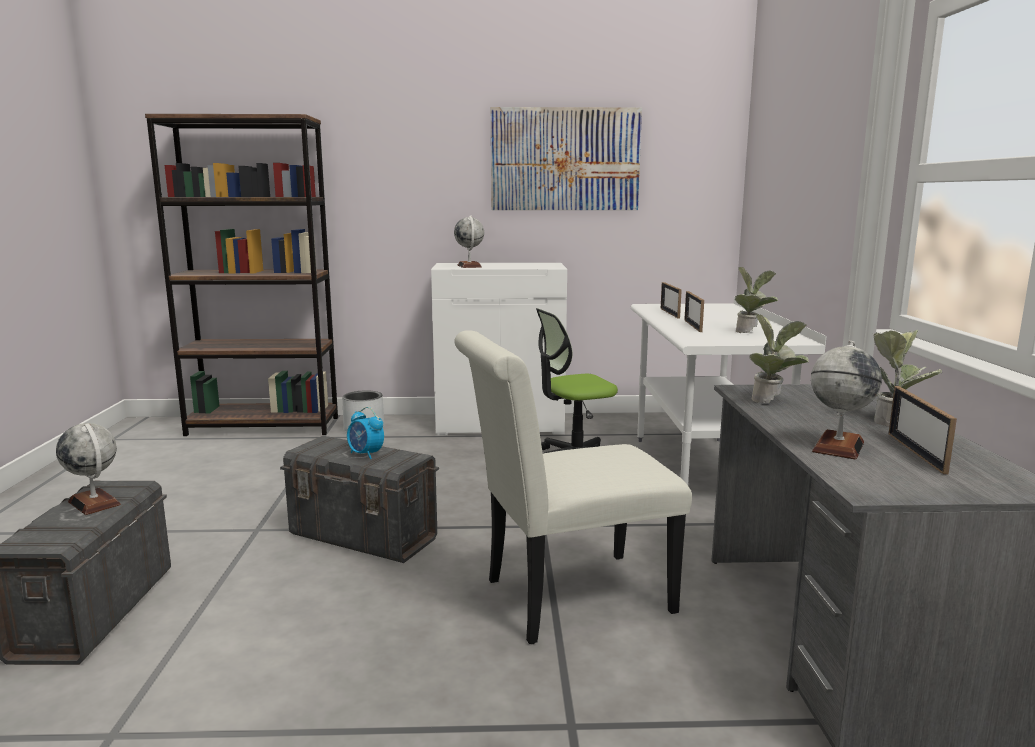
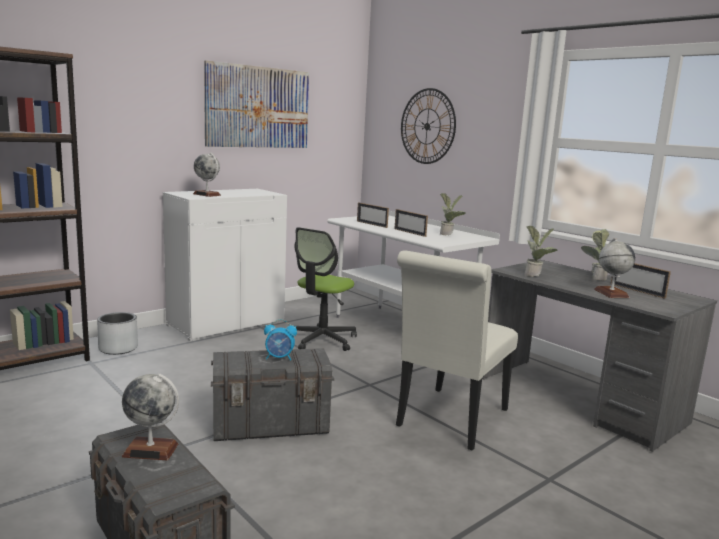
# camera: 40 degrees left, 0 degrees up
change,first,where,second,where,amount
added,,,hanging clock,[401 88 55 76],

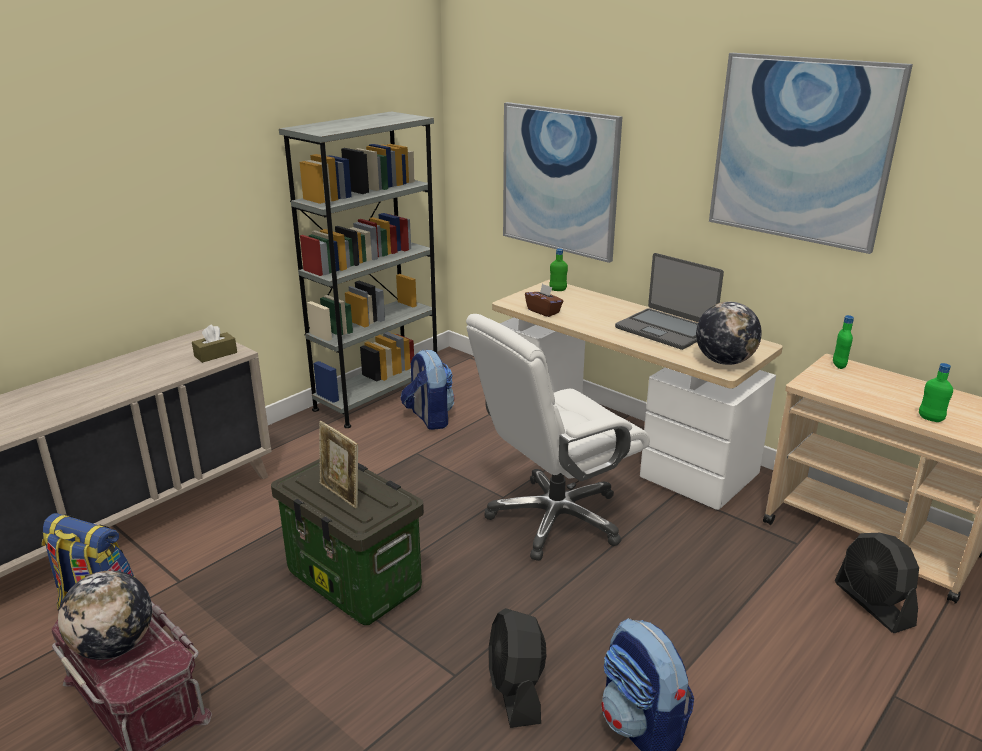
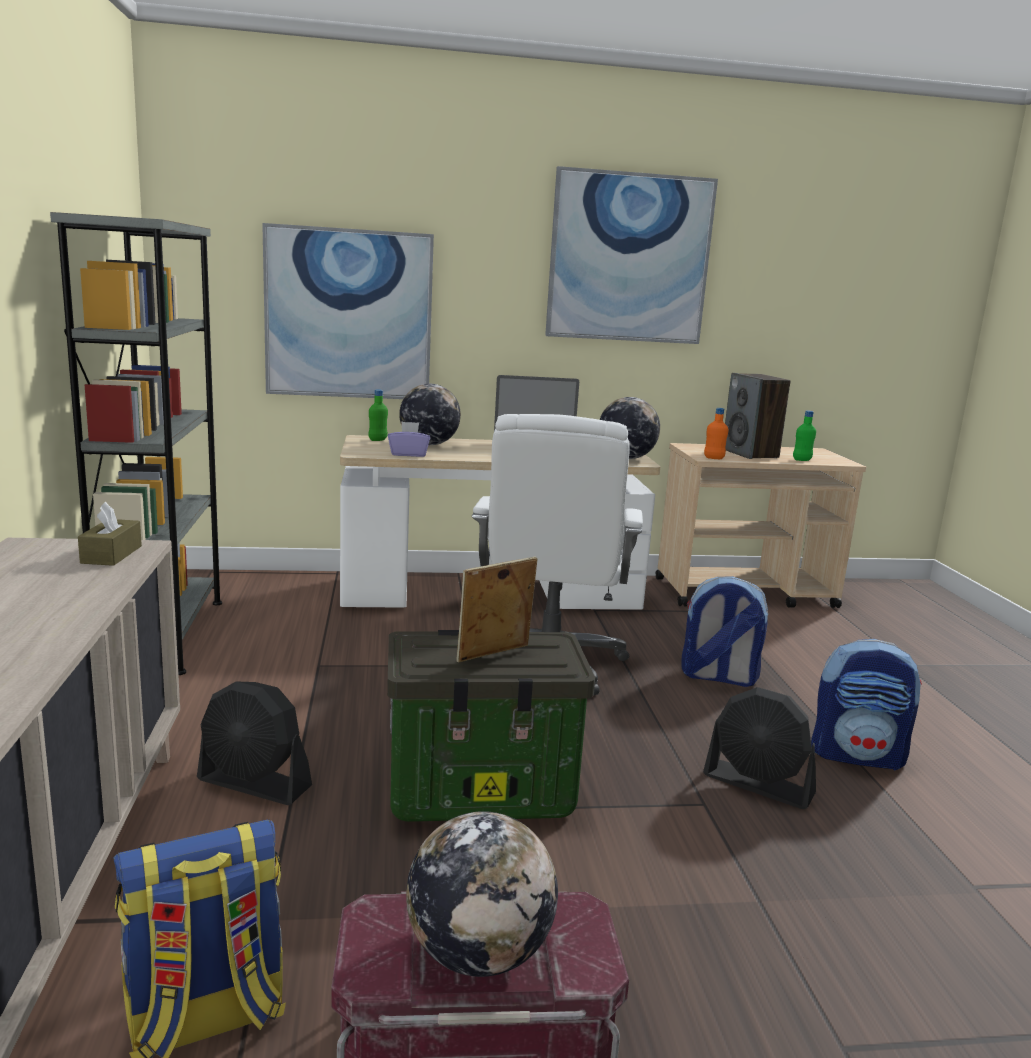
# camera: 50 degrees left, 10 degrees down
change,first,where,second,where,amount
moved,cooling fan (black-coloured),[835 533 84 100],,[197 681 115 124],
recoloured,tissue holder (brown),[525 284 38 33],tissue holder (purple-coloured),[388 422 42 35],
added,,,desk globe,[399 384 62 61],
turned,standing frame,[319 421 39 87],,[456 557 81 106],150 degrees clockwise
moved,rucksack,[401 349 53 81],,[681 576 87 111],
added,,,bottle (orange-coloured),[704 408 24 51],
added,,,speaker,[725 373 65 86],
removed,bottle (greenish),[833 315 21 54],,,

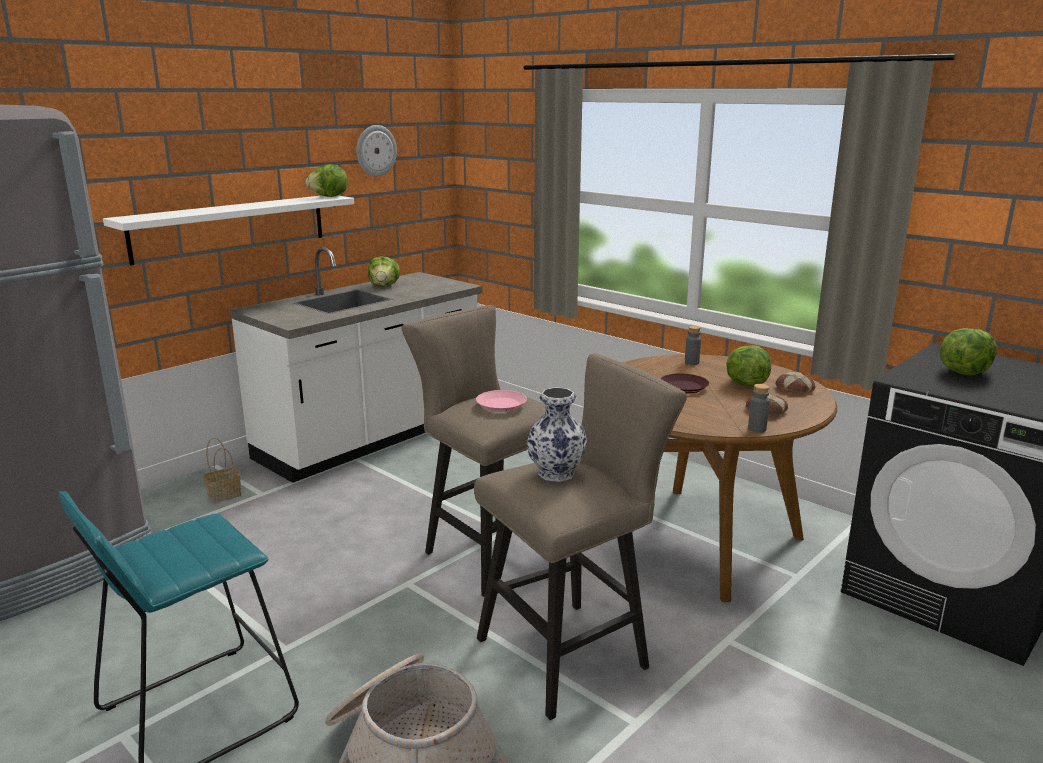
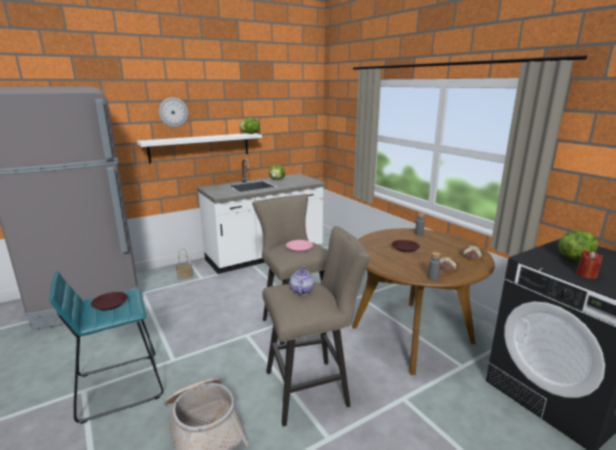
# camera: 15 degrees right, 0 degrees up
change,first,where,second,where,amount
added,,,dinner plate (brown),[91 292 37 19],
moved,hanging clock,[356 125 41 51],,[159 97 29 30],
replaced,flower vase,[527 387 60 95],teapot,[290 266 24 29],
added,,,candle (reddish),[576 250 27 29],
removed,lettuce,[726 345 45 41],,,

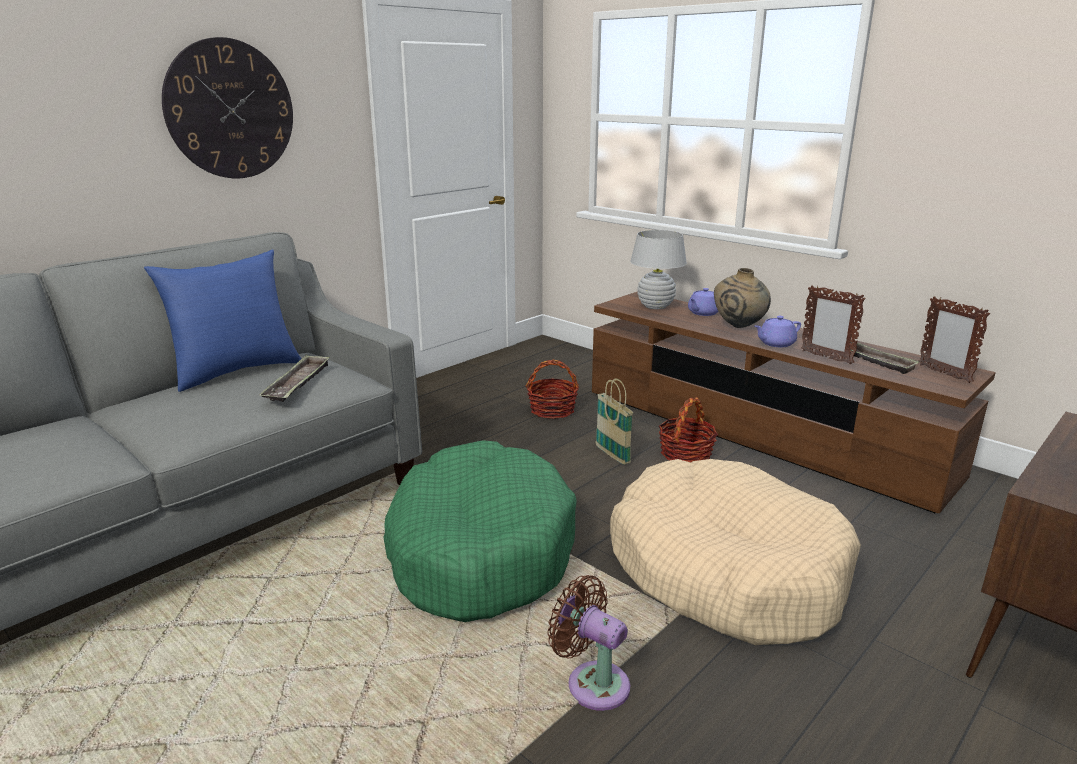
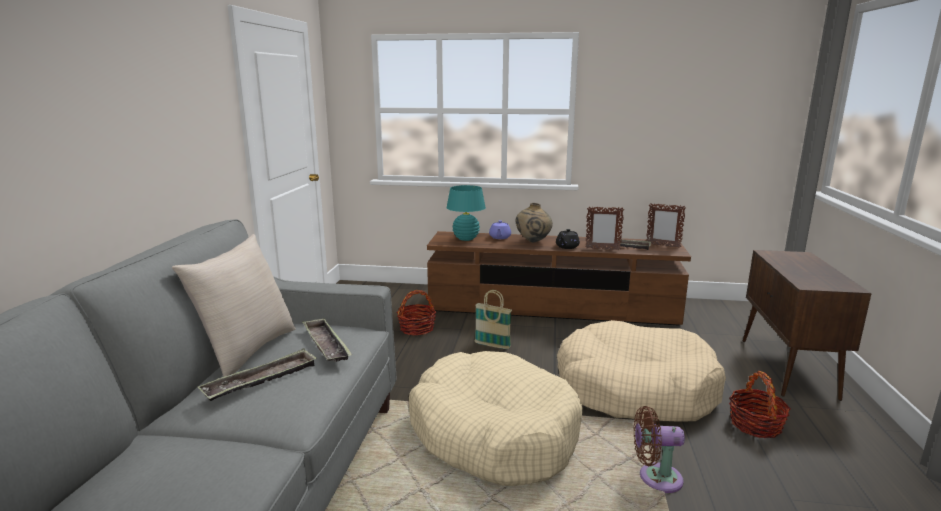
# camera: 35 degrees left, 5 degrees down
change,first,where,second,where,amount
recoloured,cushion (blue),[144 249 158 143],cushion (beige-coloured),[172 234 124 143],
added,,,carrying tray,[198 348 119 53],
recoloured,dog cushion (greenish),[383 440 194 182],dog cushion (beige-coloured),[409 351 174 135],
recoloured,lamp for a table (white),[630 230 57 79],lamp for a table (turquoise-coloured),[446 185 40 56],
recoloured,teapot (purple-coloured),[755 316 46 31],teapot (black-coloured),[556 229 24 20],
moved,storage basket,[659 397 59 66],,[729 371 62 67],
removed,hanging clock,[162 37 131 141],,,

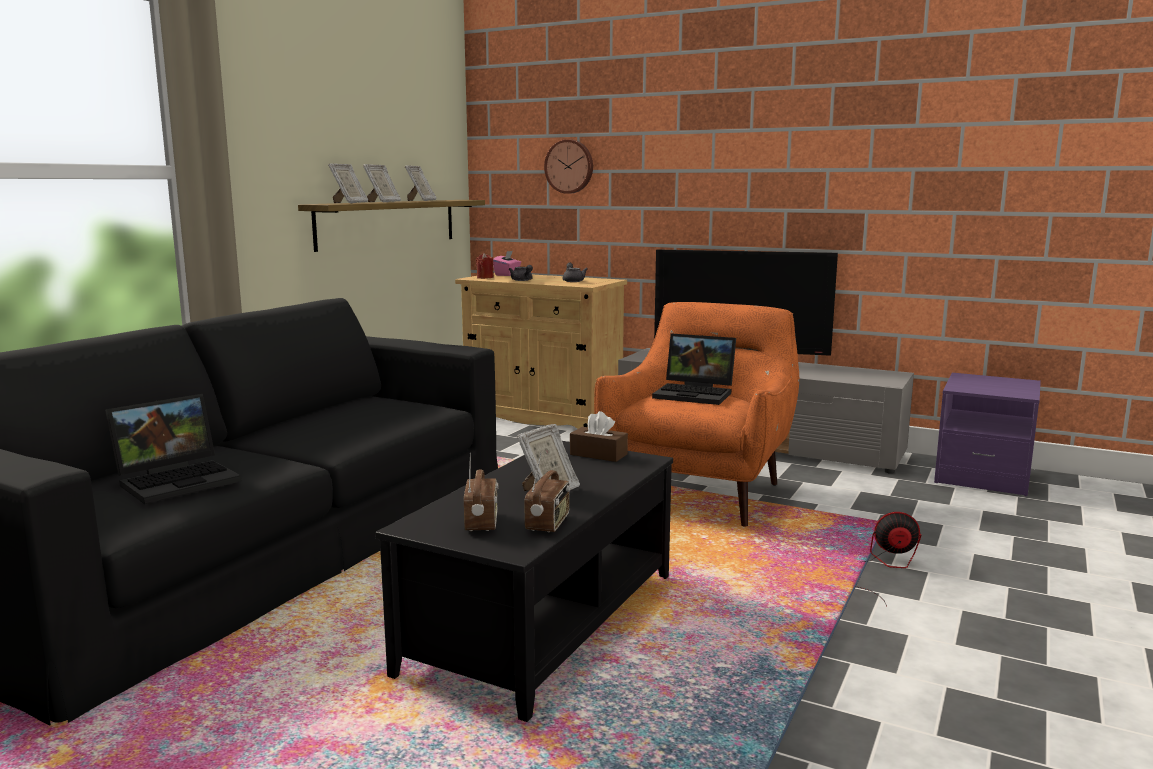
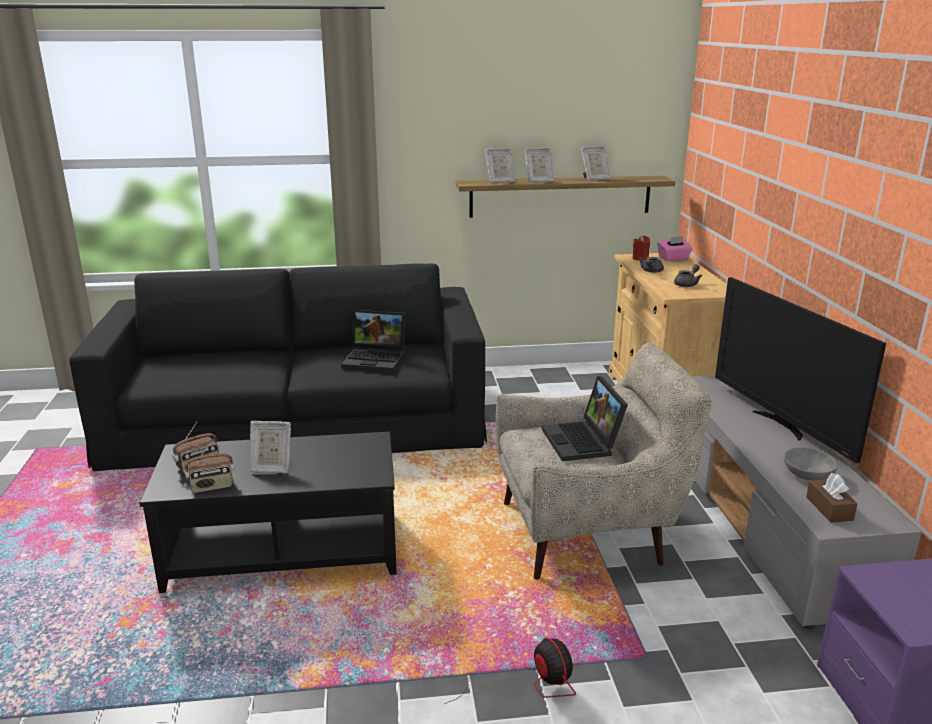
# camera: 55 degrees right, 10 degrees up
change,first,where,second,where,amount
moved,portable computer,[105 394 136 110],,[341 310 64 62],
recoloured,armchair (orange-coloured),[594 302 205 224],armchair (beige-coloured),[496 343 217 237],
added,,,deep dish (grey),[784 447 54 33],
moved,tissue holder (brown),[570 411 58 51],,[806 473 52 50],
removed,hanging clock,[544 139 49 55],,,

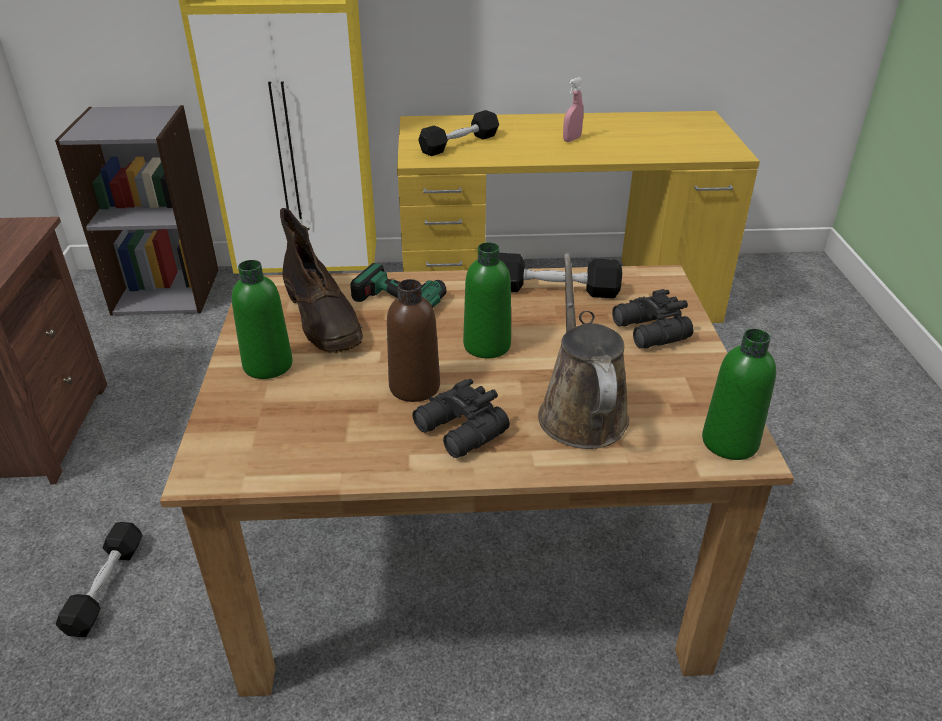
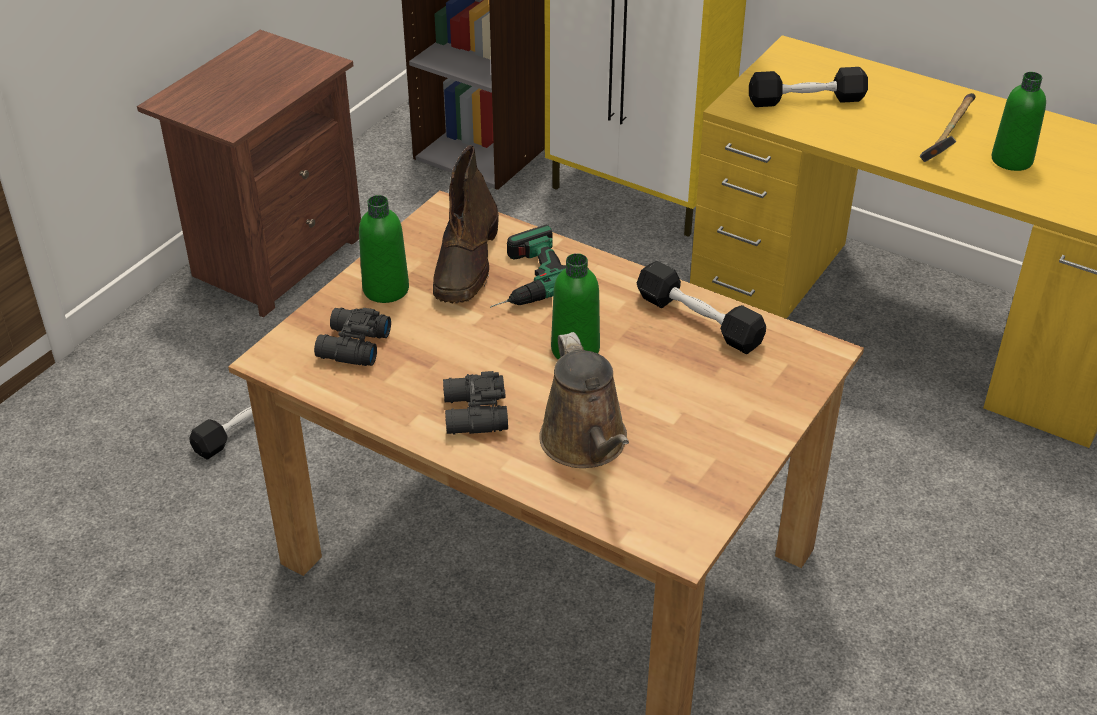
# camera: 35 degrees right, 5 degrees up
change,first,where,second,where,amount
moved,field glasses (black-coloured),[612 289 81 60],,[314 308 77 58],
turned,watering can (brown),[538 253 91 196],,[539 332 90 136],135 degrees clockwise
replaced,sprayer (pink),[563 77 21 65],hand hammer,[920 93 55 69],
moved,bottle (greenish),[702 329 74 131],,[992 72 54 99],
removed,bottle (brown),[387 279 53 123],,,

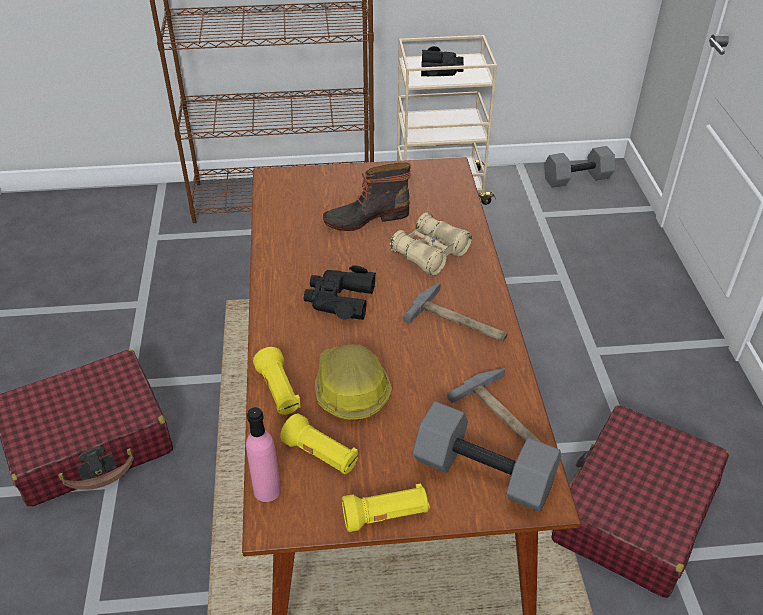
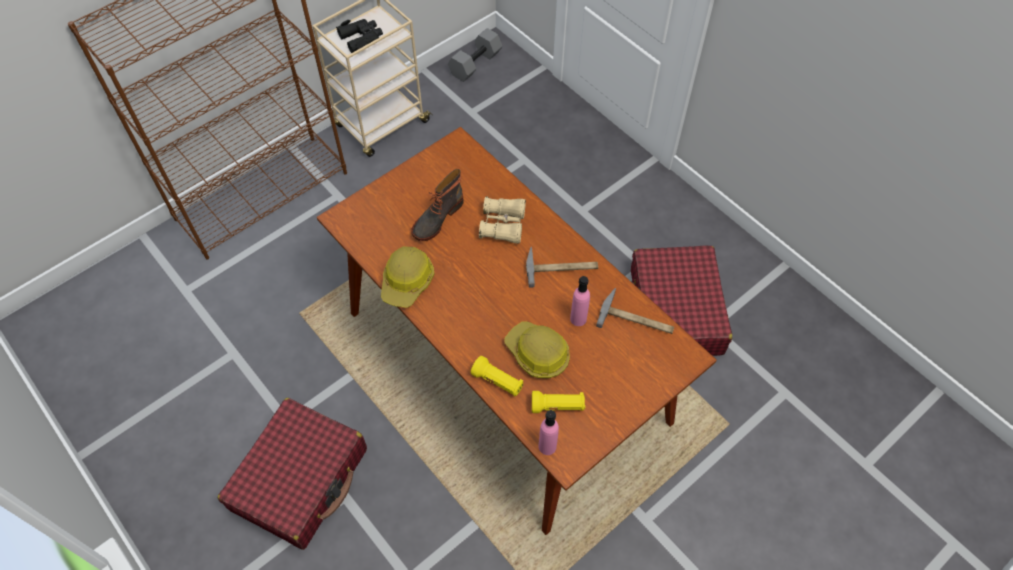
# camera: 35 degrees left, 15 degrees up
change,first,where,second,where,amount
added,,,hard hat,[381 246 54 62],
added,,,bottle (pink),[570 276 20 50],
removed,field glasses (black-coloured),[303 266 73 54],,,
removed,hand torch (yellow),[342 483 88 49],,,
removed,free weight (grey),[412 401 149 111],,,

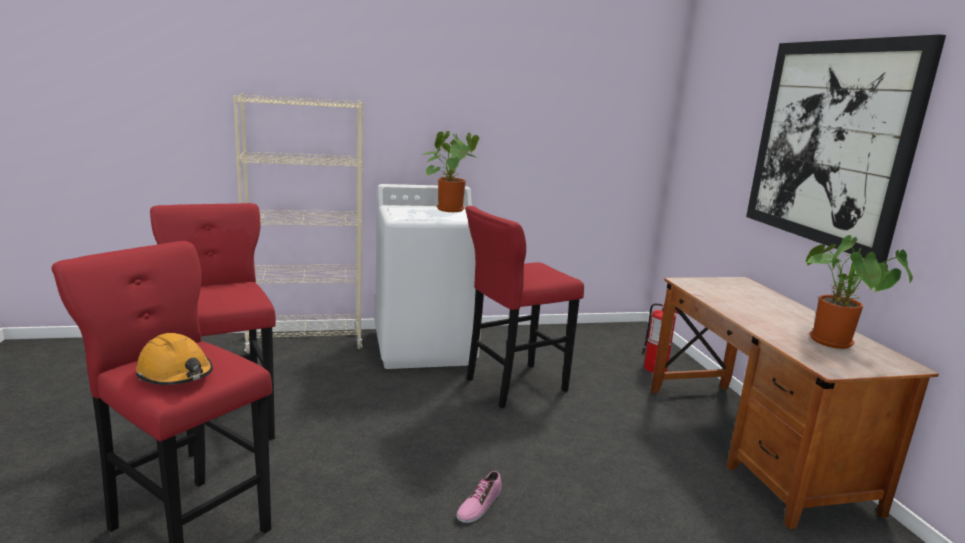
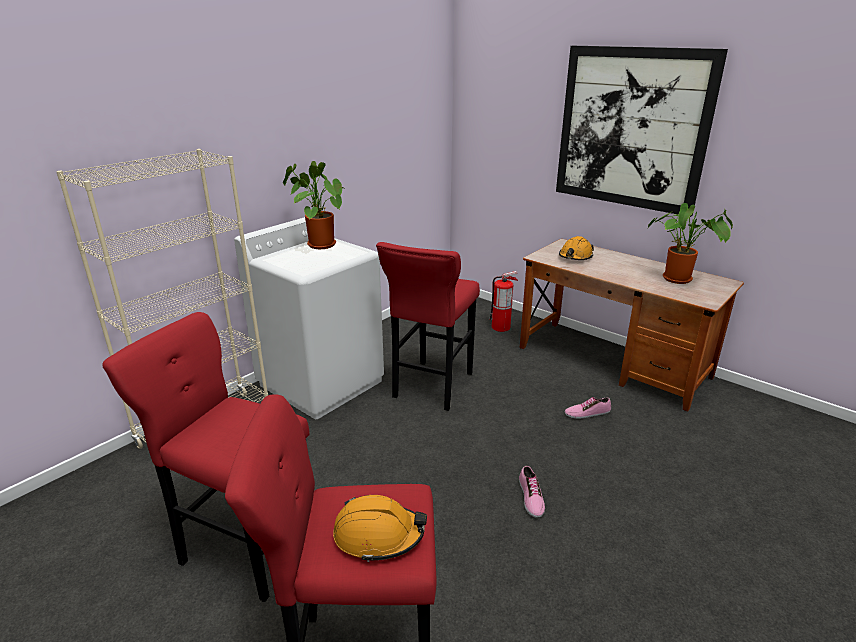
# camera: 35 degrees left, 10 degrees up
change,first,where,second,where,amount
added,,,hard hat (orange-coloured),[559 236 35 24],
added,,,item of footwear,[565 397 46 22],

